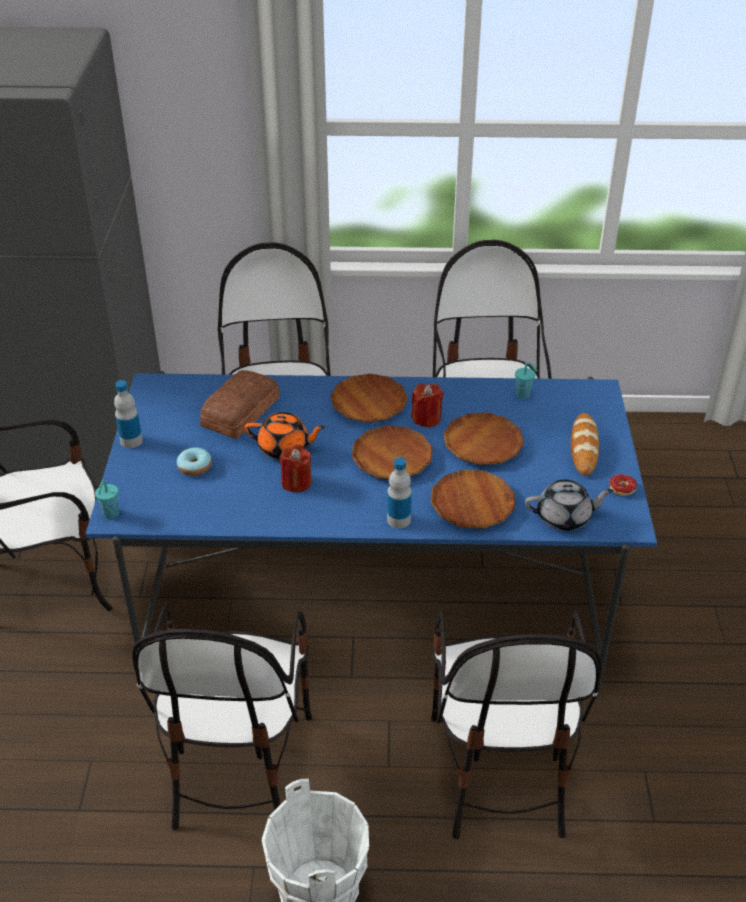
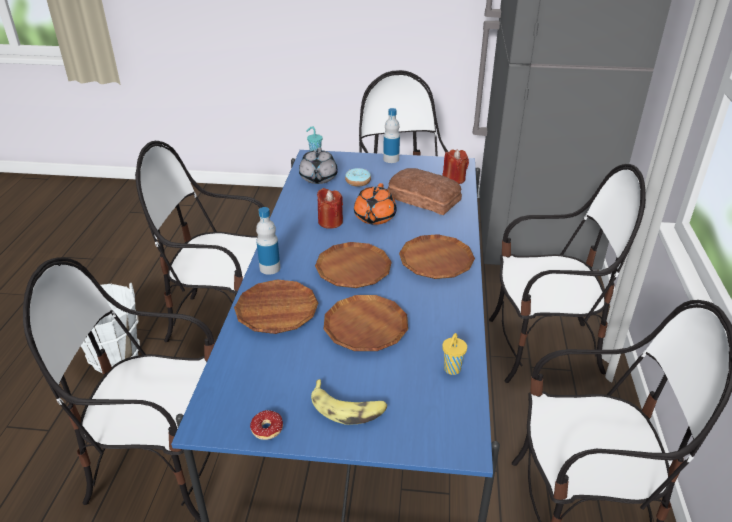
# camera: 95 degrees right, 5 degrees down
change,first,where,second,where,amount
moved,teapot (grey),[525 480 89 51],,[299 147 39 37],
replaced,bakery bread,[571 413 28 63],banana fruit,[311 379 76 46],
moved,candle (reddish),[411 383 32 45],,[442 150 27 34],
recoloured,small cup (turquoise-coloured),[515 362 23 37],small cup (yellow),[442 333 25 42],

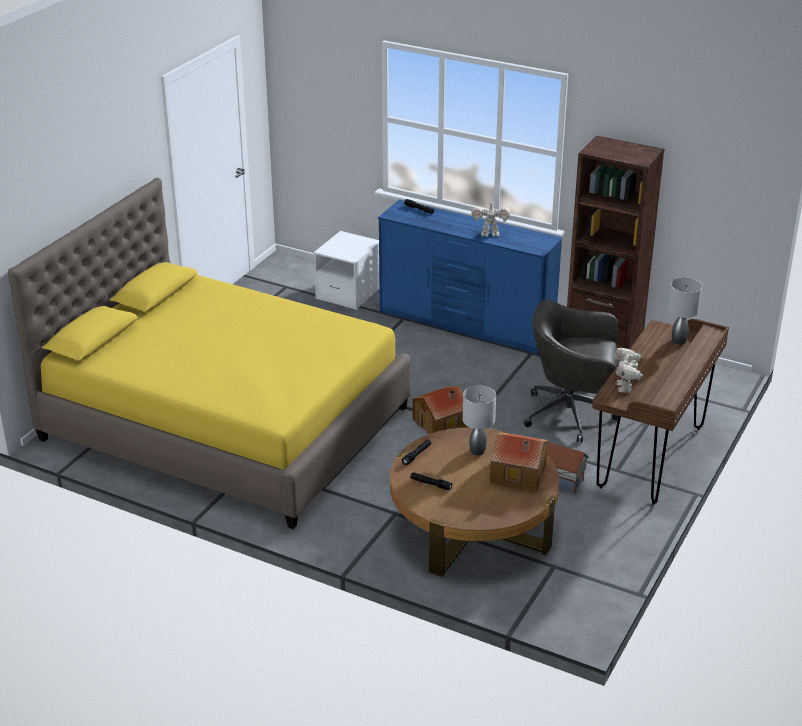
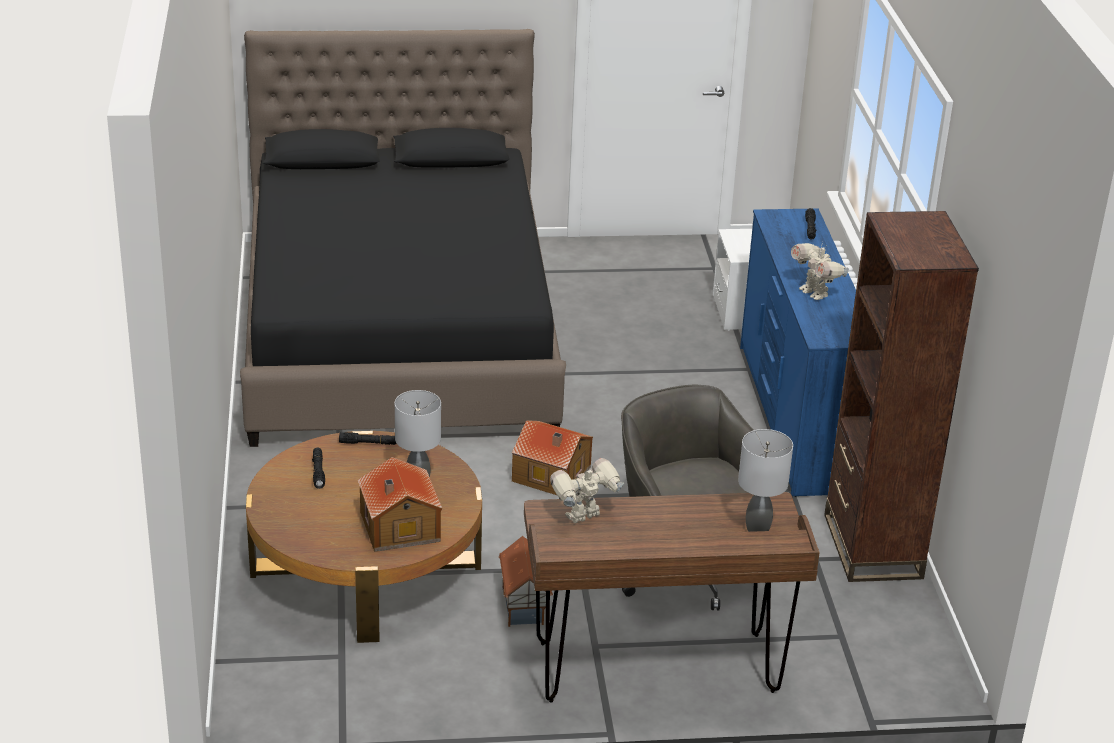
# camera: 55 degrees right, 0 degrees up
change,first,where,second,where,amount
recoloured,bed (yellow),[8 178 402 351],bed (black-coloured),[240 29 326 418],

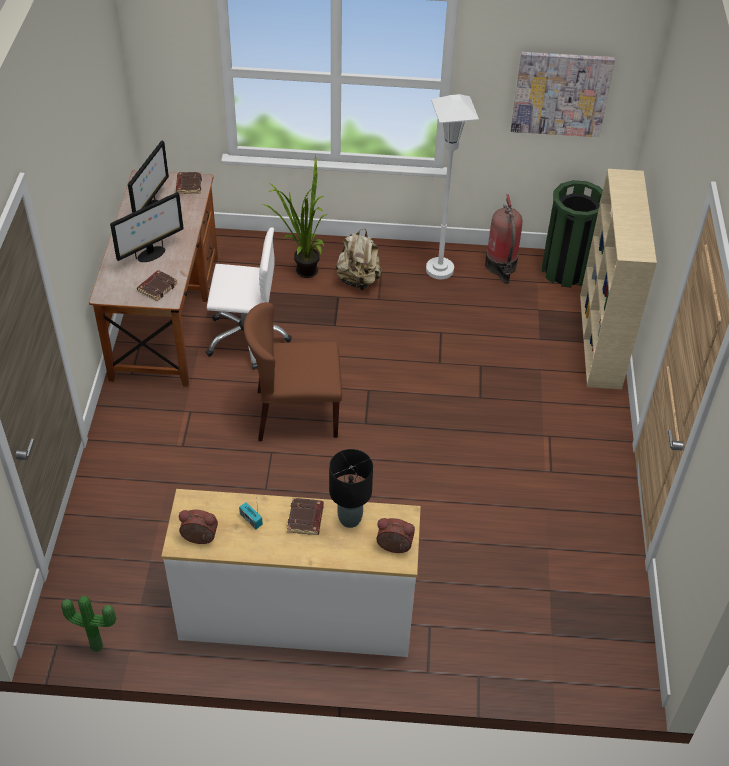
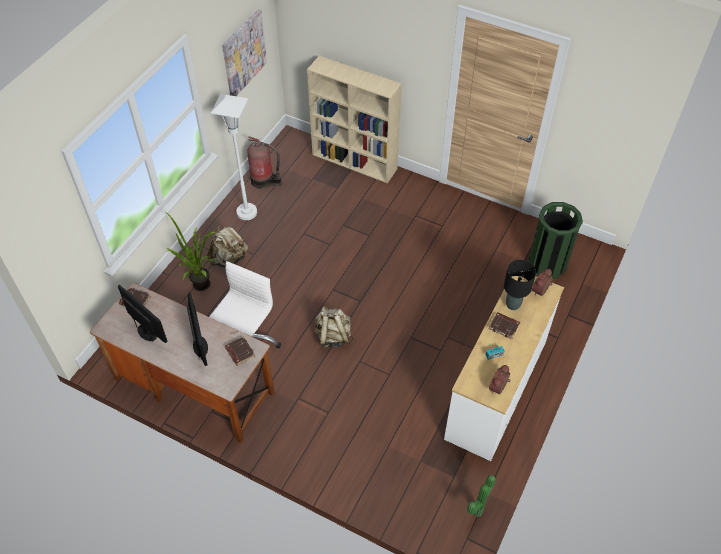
# camera: 65 degrees left, 5 degrees up
change,first,where,second,where,amount
replaced,chair (brown),[244 302 98 139],rucksack (beige-coloured),[315 306 38 42],
moved,trash can (greenish),[542 180 61 107],,[529 202 54 78],

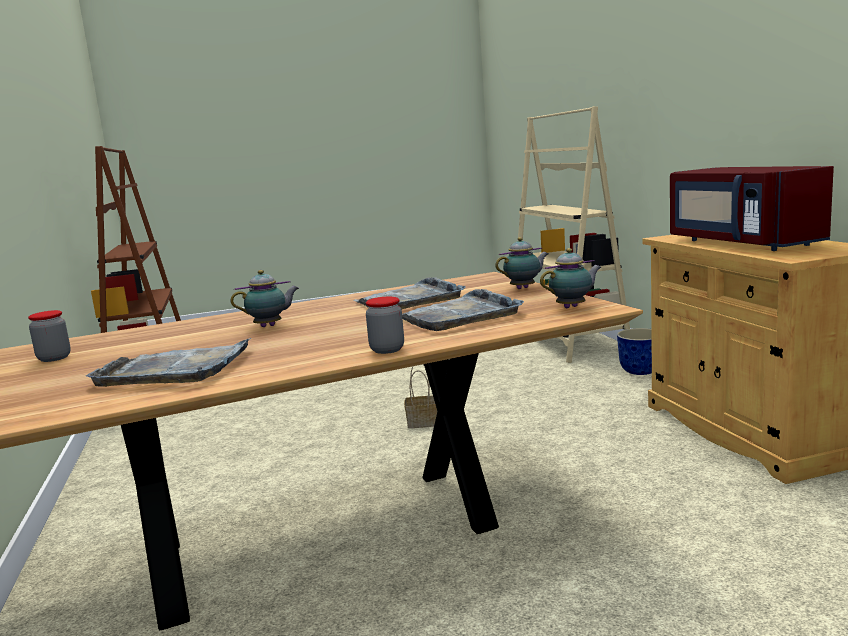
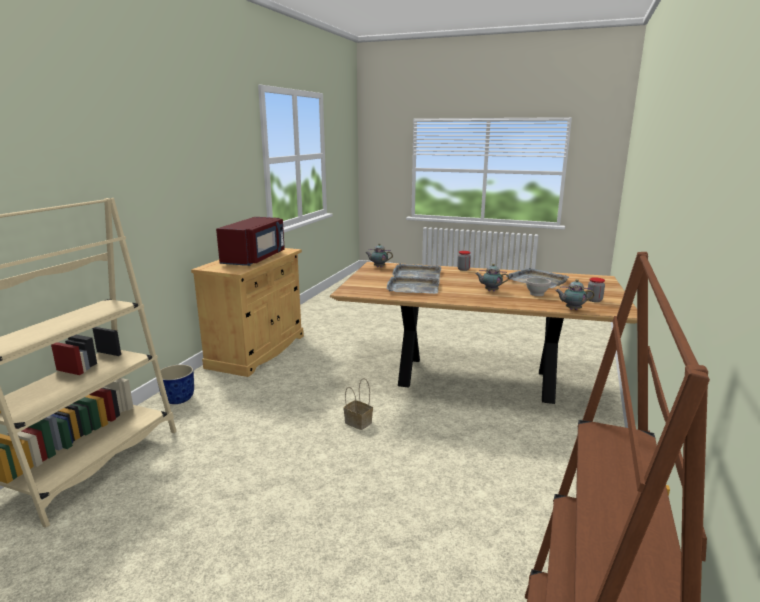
# camera: 145 degrees left, 5 degrees up
change,first,where,second,where,amount
added,,,deep dish (white),[526 277 25 19],
moved,teapot,[495 237 53 52],,[555 279 40 31],

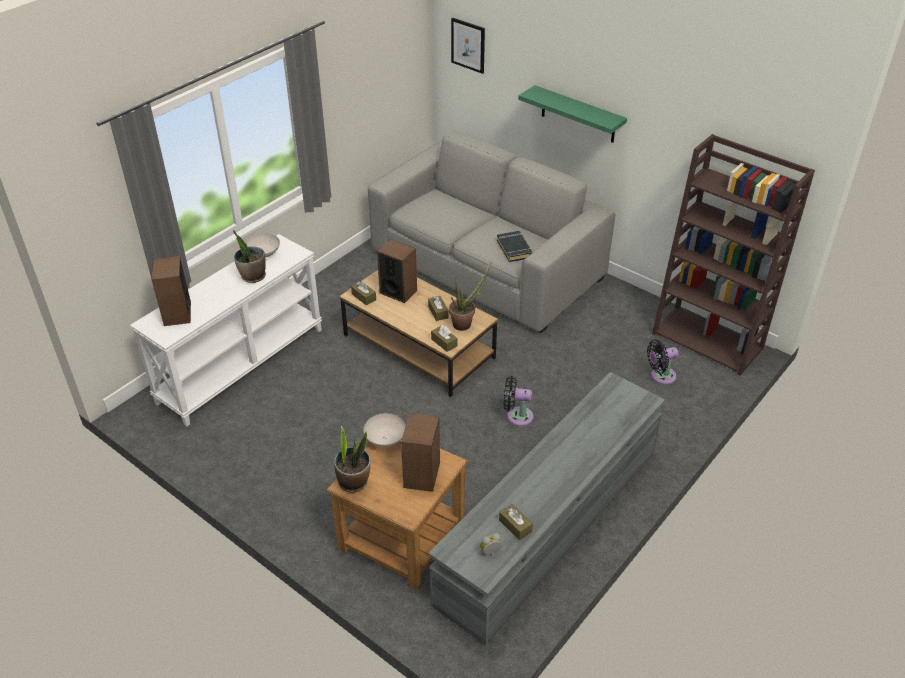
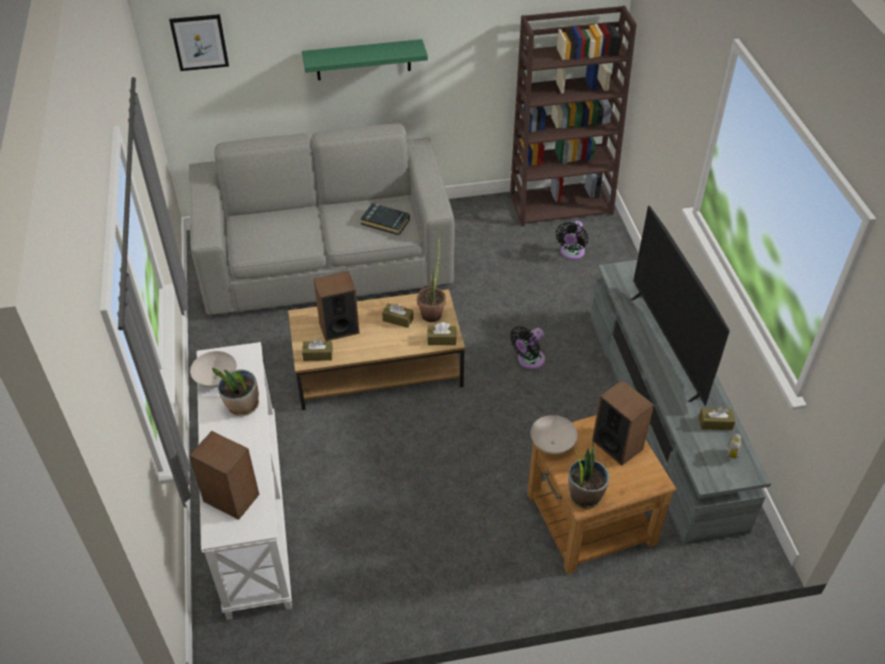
# camera: 50 degrees left, 5 degrees up
change,first,where,second,where,amount
added,,,TV set,[631 206 99 200],

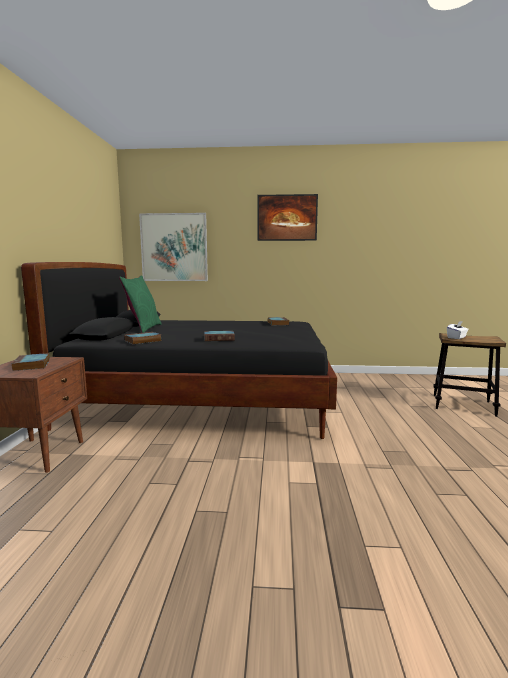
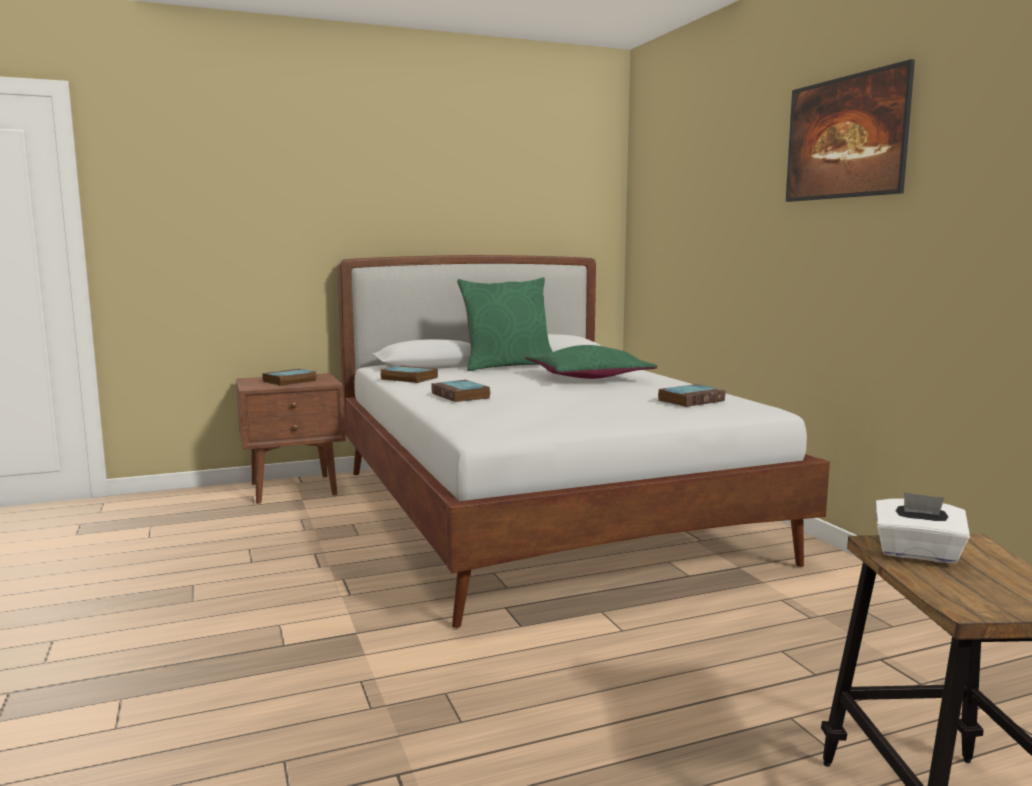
# camera: 65 degrees right, 0 degrees up
change,first,where,second,where,amount
recoloured,bed (black-coloured),[21 262 316 177],bed (white),[337 255 493 373],
added,,,cushion (greenish),[525 345 132 34],
removed,picture,[139 213 69 68],,,

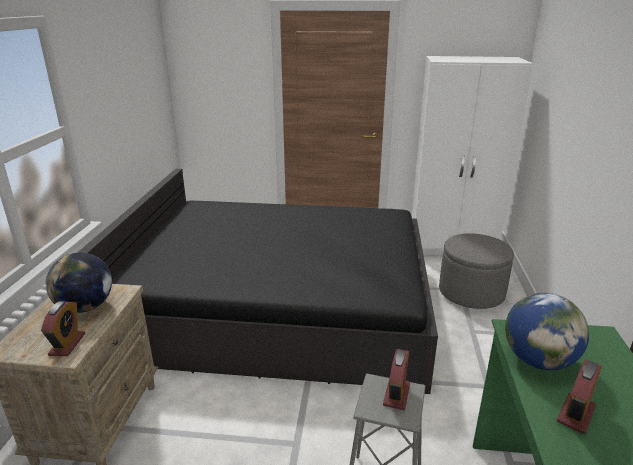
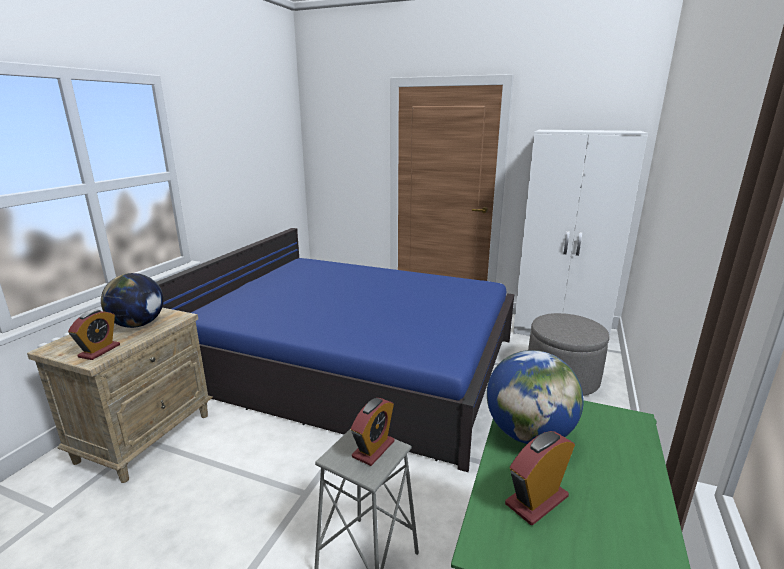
# camera: 15 degrees right, 5 degrees down
change,first,where,second,where,amount
recoloured,bed (black-coloured),[77 169 361 225],bed (blue),[156 228 358 244],

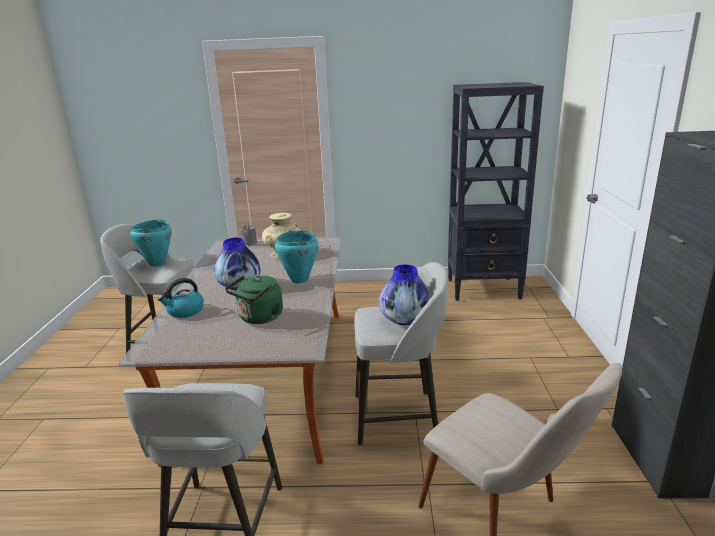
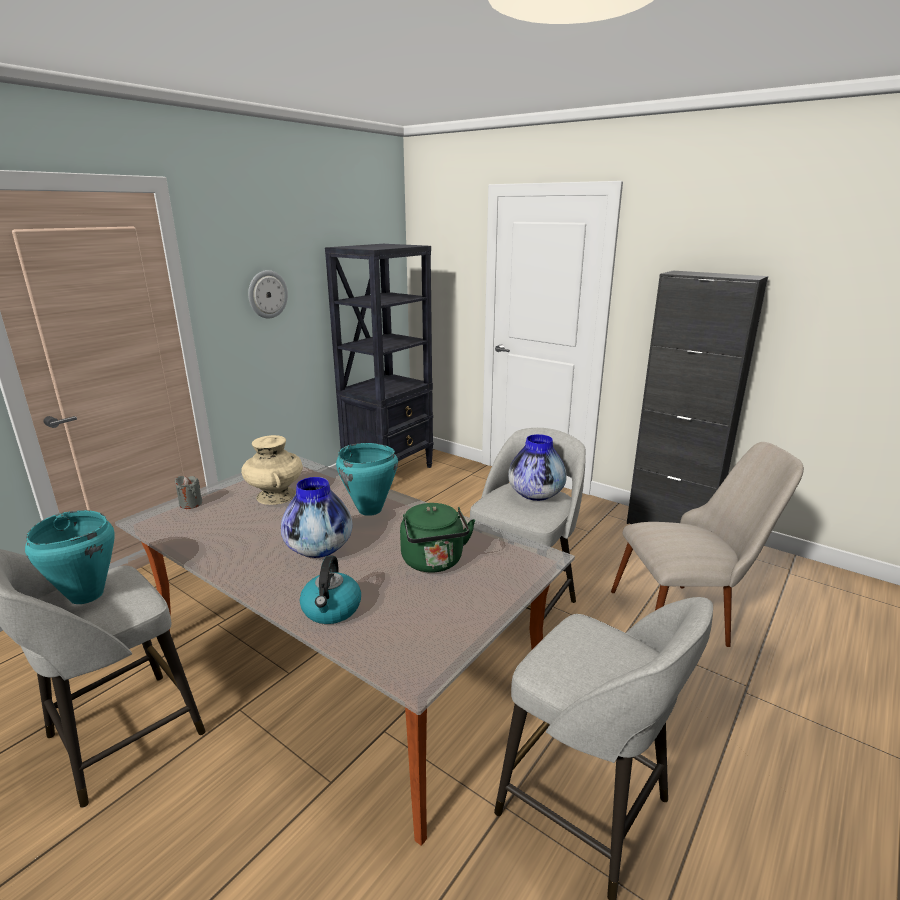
# camera: 55 degrees left, 0 degrees up
change,first,where,second,where,amount
added,,,hanging clock,[248 270 40 49],

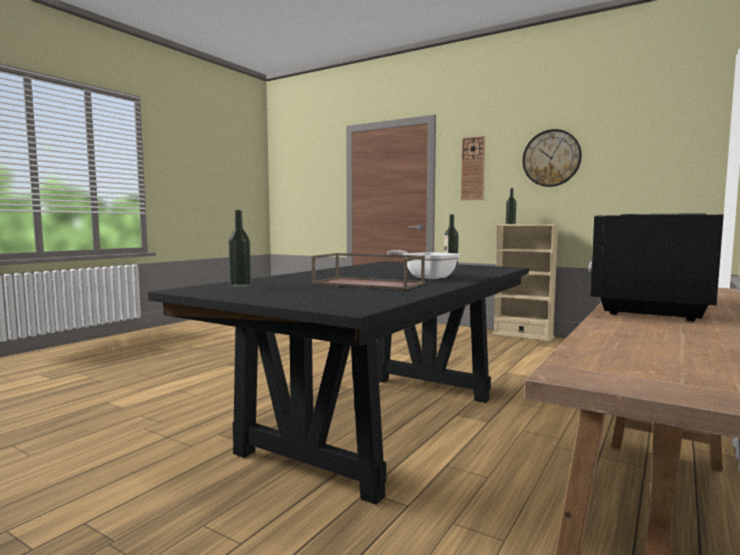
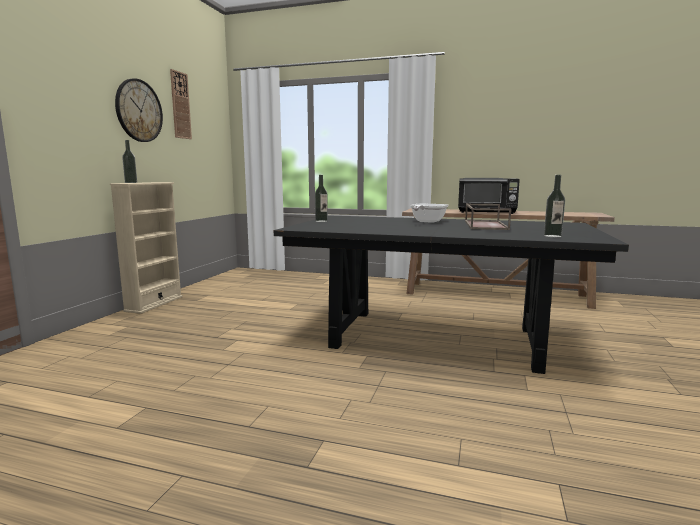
# camera: 105 degrees left, 5 degrees up
change,first,where,second,where,amount
moved,hanging clock,[461 136 24 64],,[170 69 22 70],

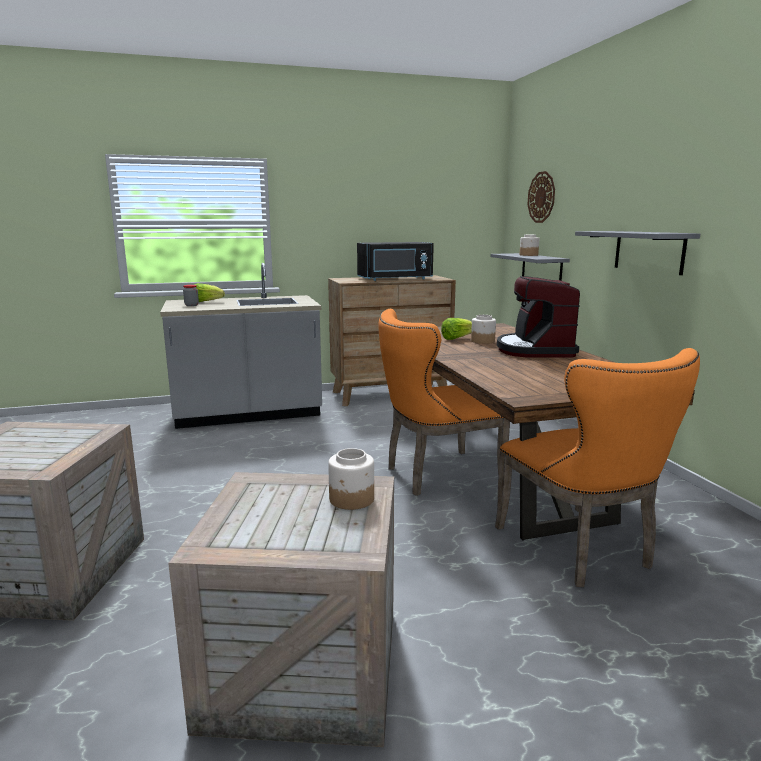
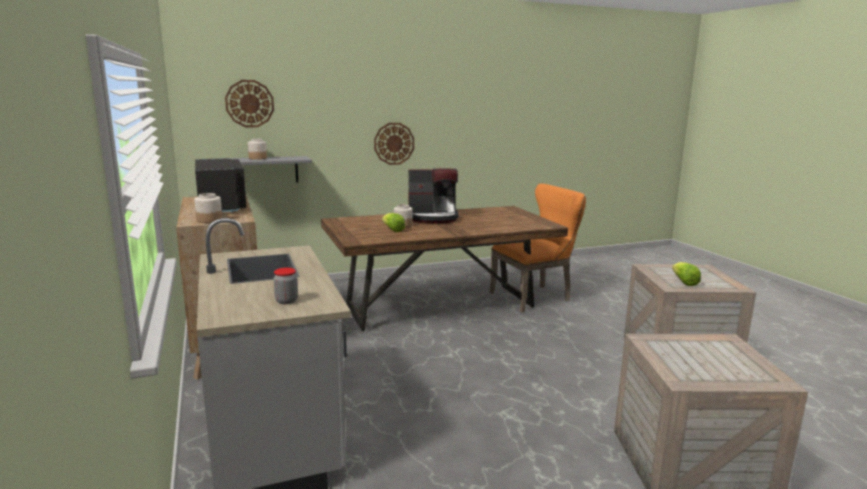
# camera: 95 degrees left, 0 degrees up
change,first,where,second,where,amount
moved,preserve jar,[328 448 46 62],,[194 193 28 30],
replaced,shelf (grey),[575 231 125 44],hanging clock,[374 123 40 42],
moved,lettuce,[194 283 31 19],,[672 262 29 24],
removed,chair (orange-coloured),[379 309 131 187],,,

